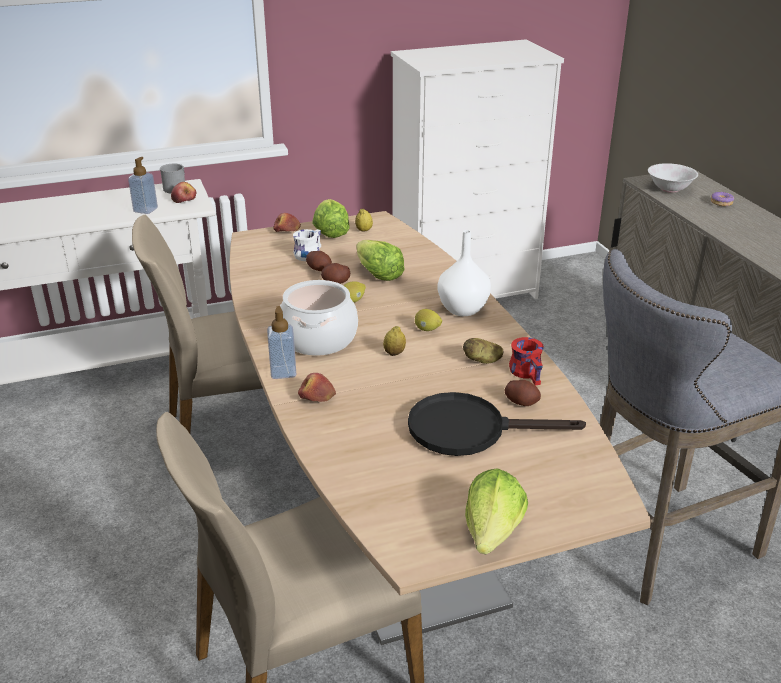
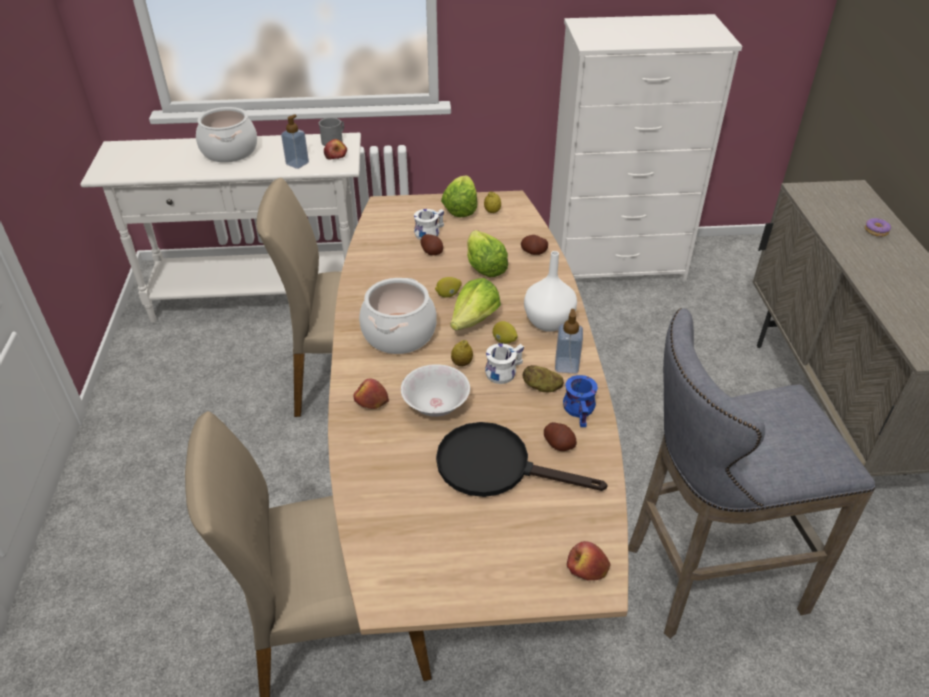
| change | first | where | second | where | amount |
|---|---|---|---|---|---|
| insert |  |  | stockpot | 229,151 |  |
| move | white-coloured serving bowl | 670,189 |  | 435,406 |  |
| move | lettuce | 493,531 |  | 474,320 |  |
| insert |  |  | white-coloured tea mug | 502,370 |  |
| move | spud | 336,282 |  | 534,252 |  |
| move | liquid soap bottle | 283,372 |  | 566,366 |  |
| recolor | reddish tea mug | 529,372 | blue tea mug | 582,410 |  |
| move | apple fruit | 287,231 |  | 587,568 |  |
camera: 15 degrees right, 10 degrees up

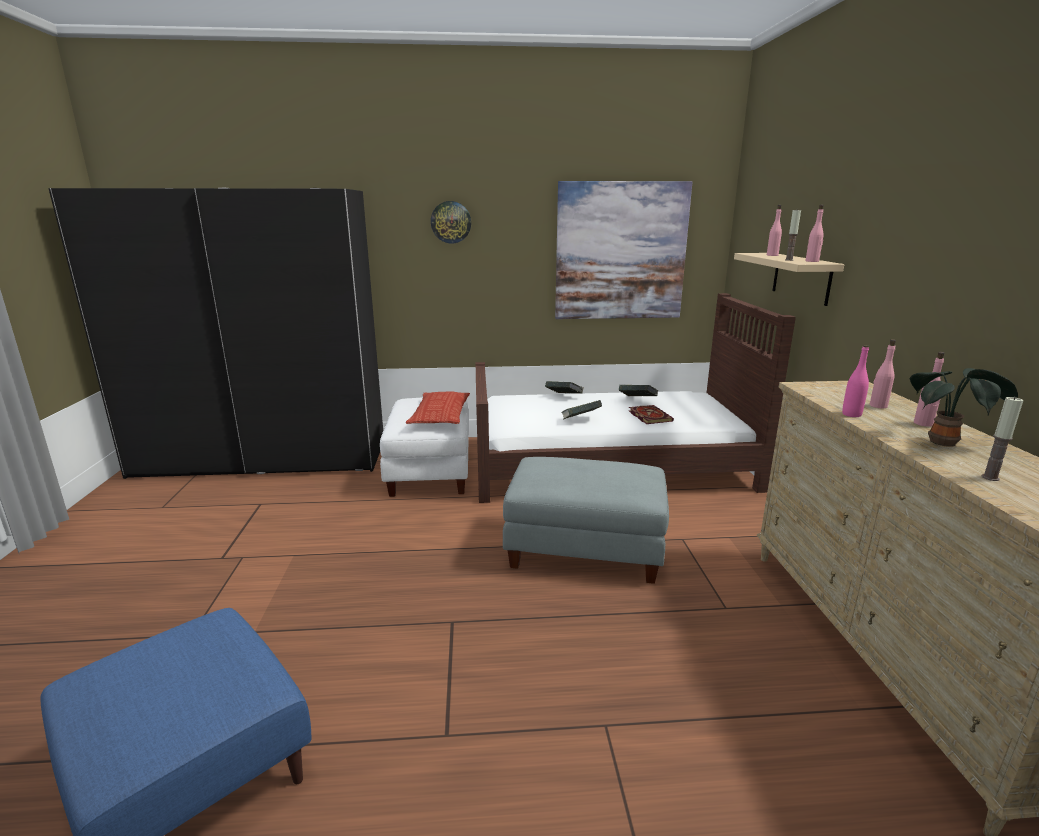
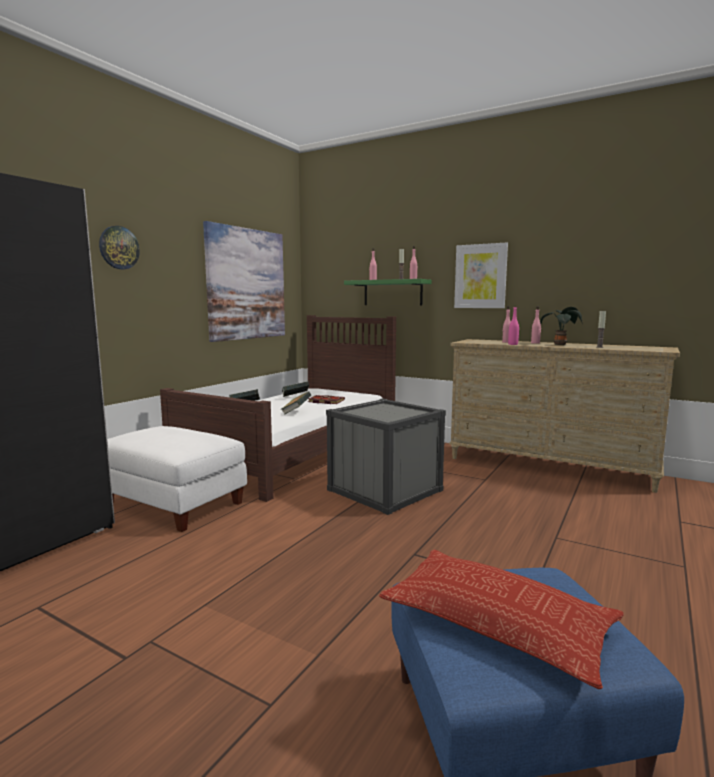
| change | first | where | second | where | amount |
|---|---|---|---|---|---|
| replace | grey pouffe | 585,549 | grey storage bin | 385,490 |  |
| recolor | beige-coloured wall shelf | 801,278 | greenish wall shelf | 392,293 |  |
| move | cushion | 440,415 |  | 497,621 |  |
| insert |  |  | wall art | 480,276 |  |
camera: 55 degrees left, 10 degrees down

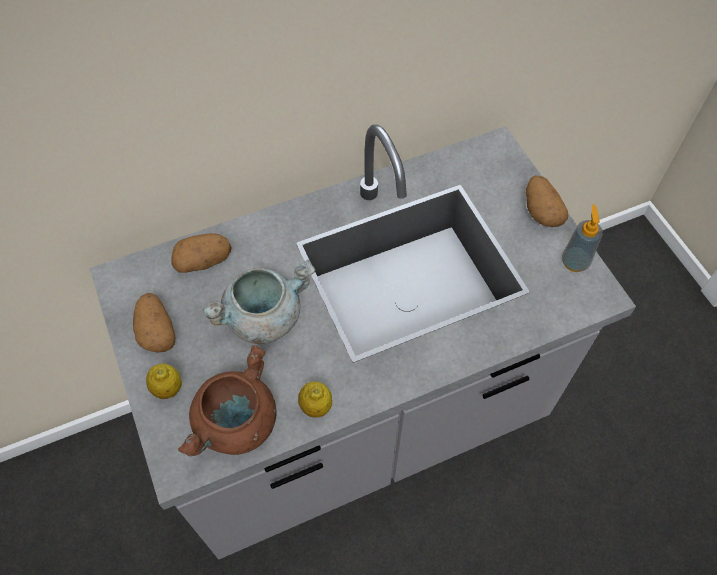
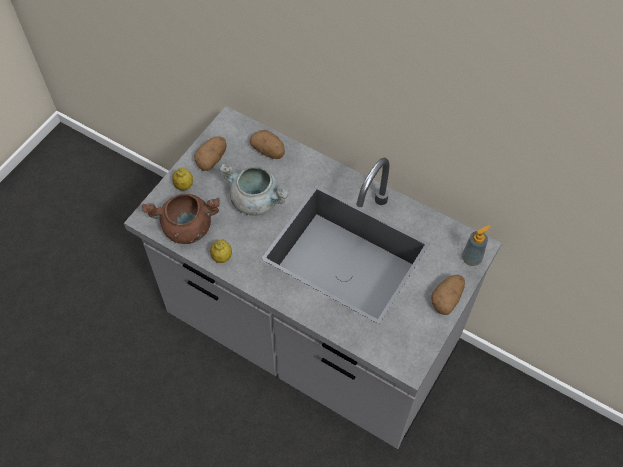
| change | first | where | second | where | amount |
|---|---|---|---|---|---|
| move | liquid soap bottle | 575,262 |  | 471,258 |  |
camera: 55 degrees right, 0 degrees up

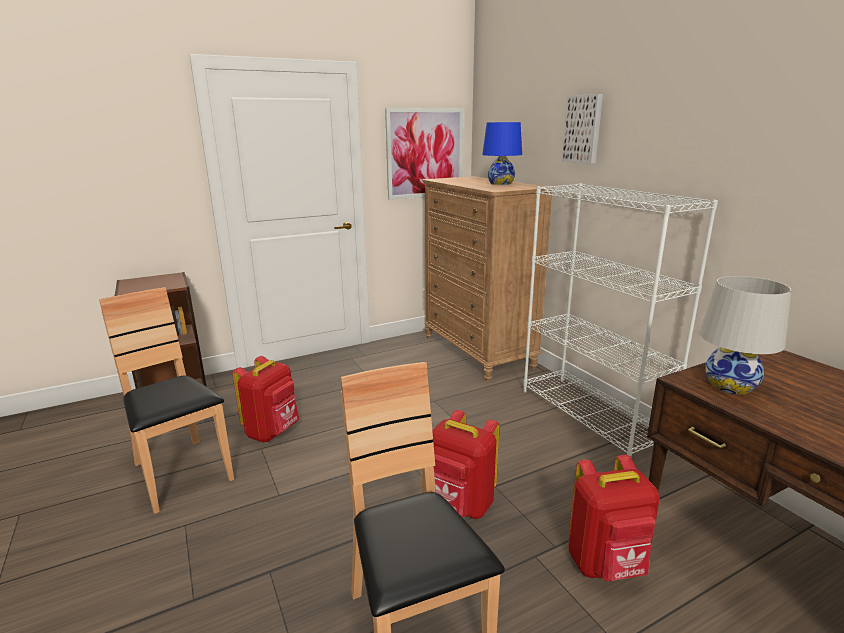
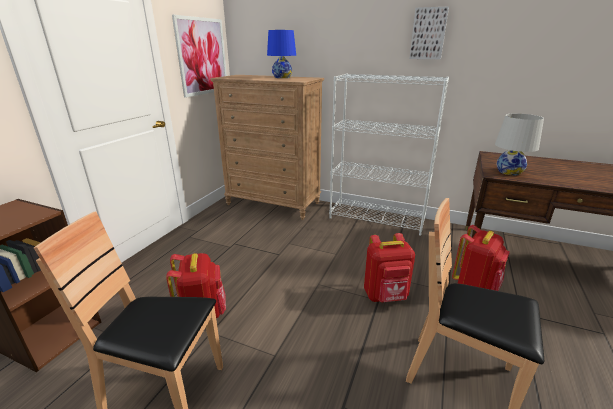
| change | first | where | second | where | amount |
|---|---|---|---|---|---|
| move | wall art | 583,129 |  | 428,34 |  |
camera: 40 degrees left, 5 degrees up

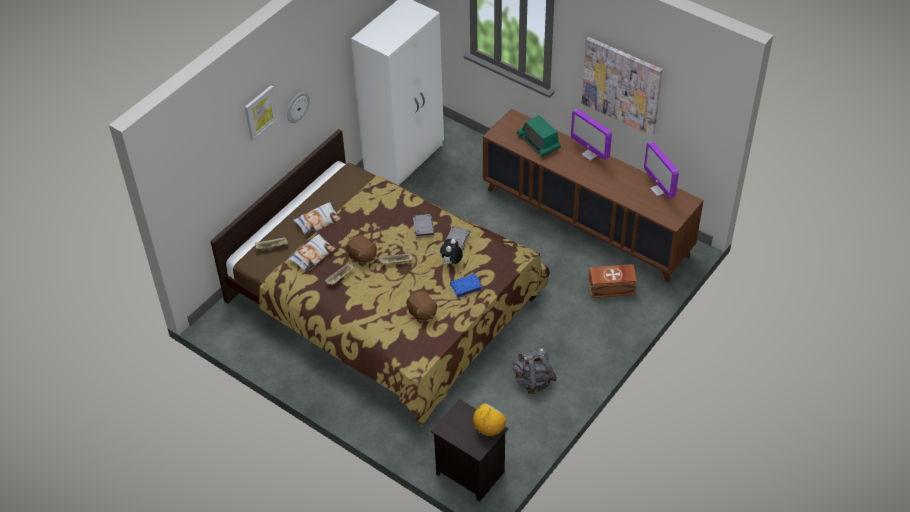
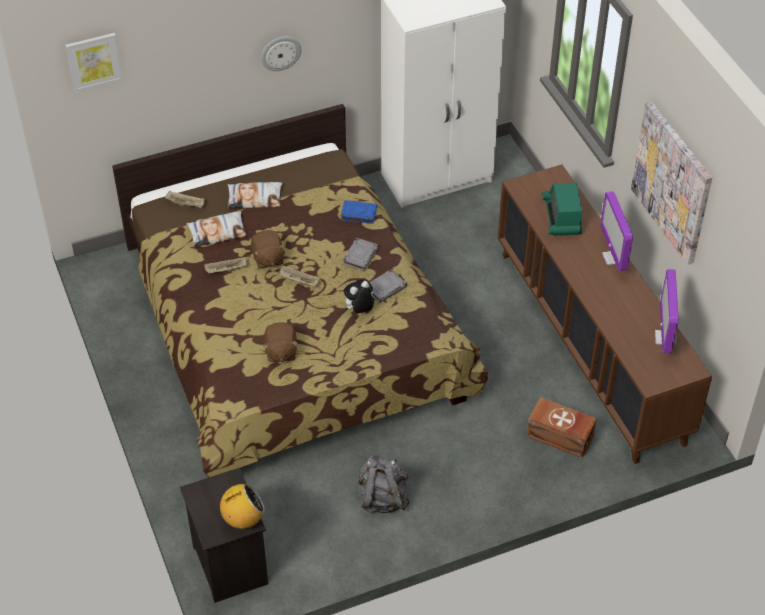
| change | first | where | second | where | amount |
|---|---|---|---|---|---|
| move | wall art | 260,112 |  | 94,61 |  |
| move | blue volume | 466,287 |  | 358,214 |  |
camera: 30 degrees right, 0 degrees up

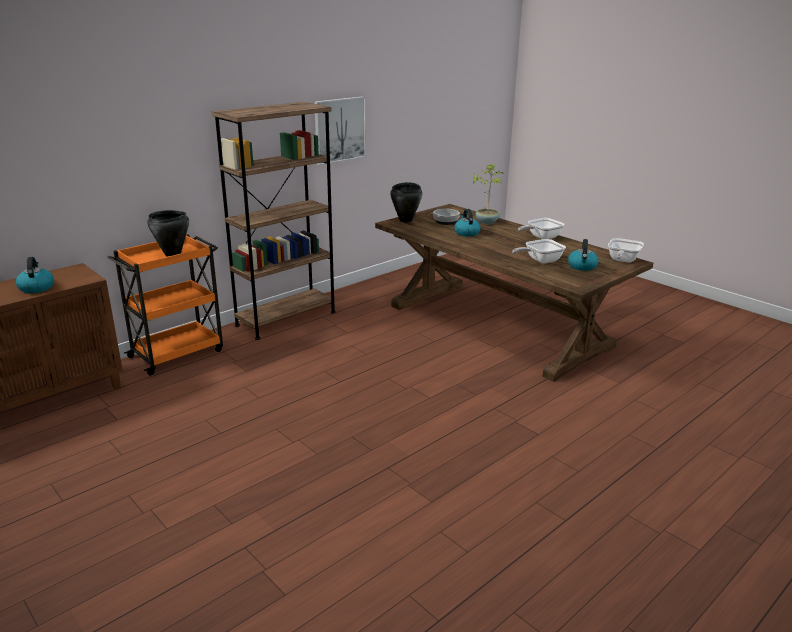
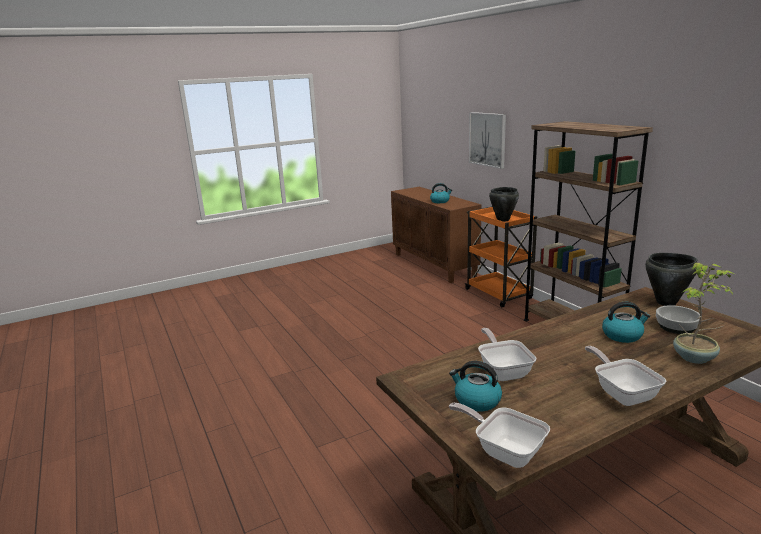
| change | first | where | second | where | amount |
|---|---|---|---|---|---|
| move | wall art | 340,130 |  | 487,139 |  |
camera: 105 degrees right, 5 degrees down

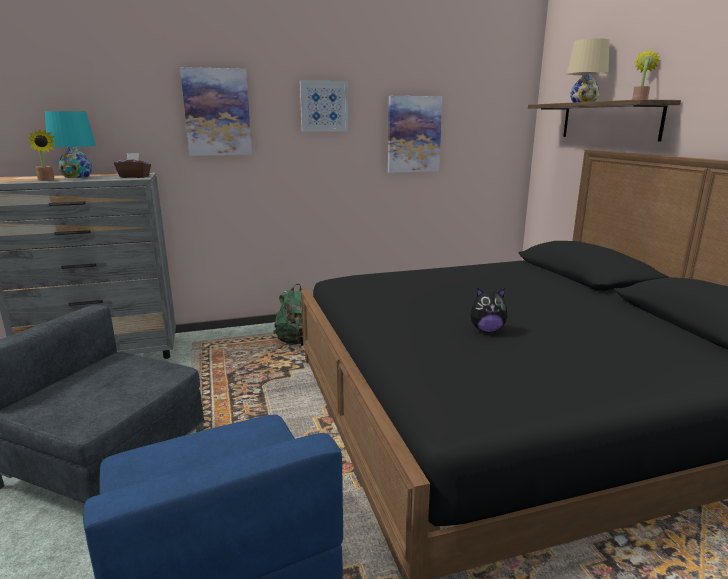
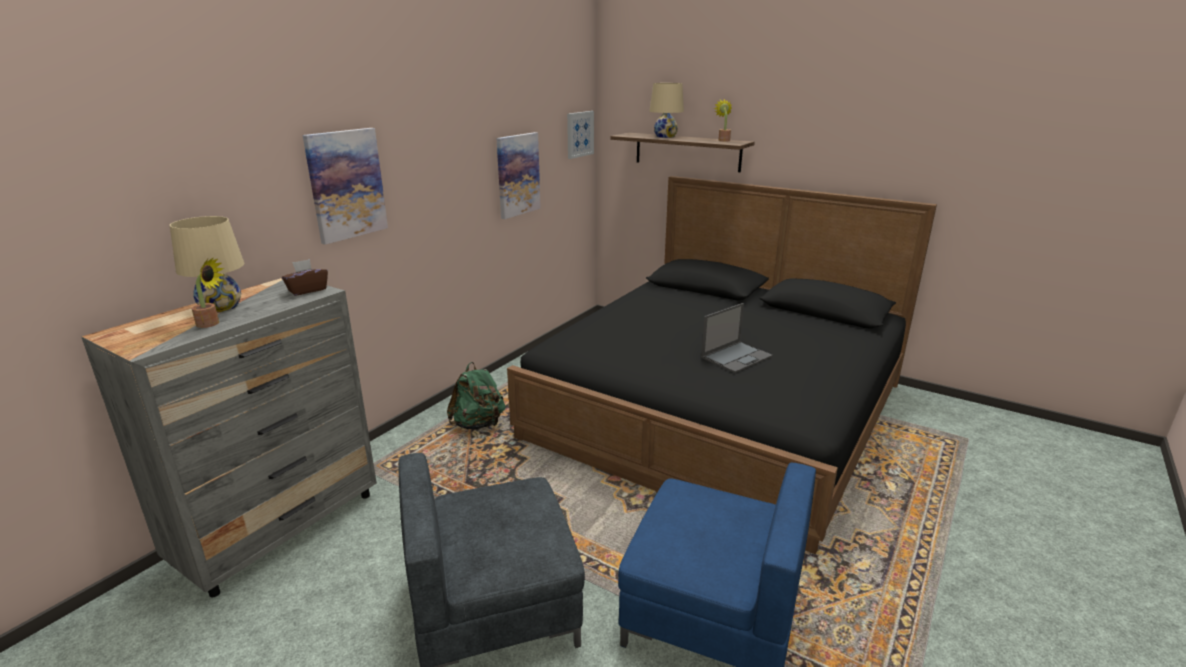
| change | first | where | second | where | amount |
|---|---|---|---|---|---|
| recolor | turquoise tabletop lamp | 77,176 | beige-coloured tabletop lamp | 220,307 |  |
| move | wall art | 324,106 |  | 579,134 |  |
| replace | soft toy | 487,330 | notebook computer | 737,357 |  |
camera: 40 degrees left, 5 degrees up

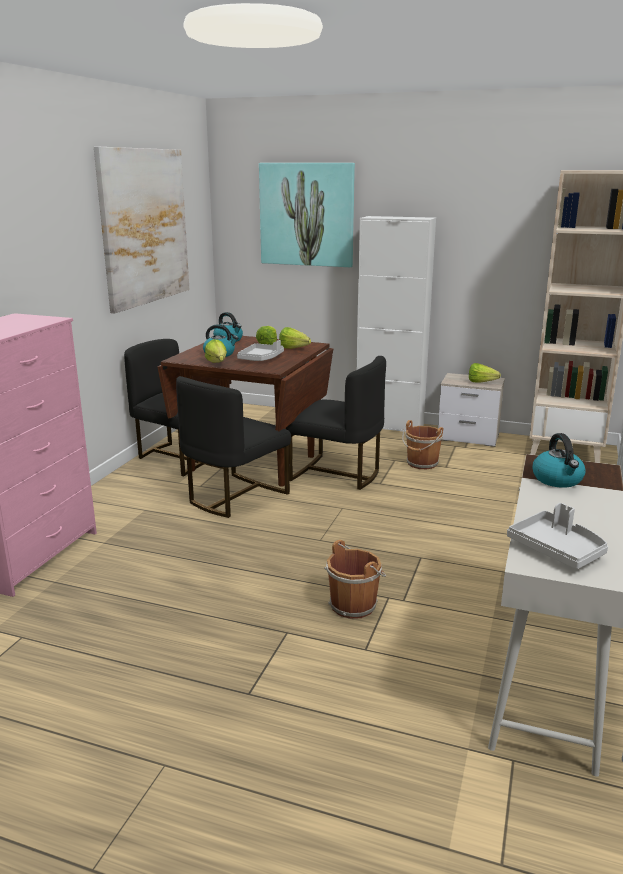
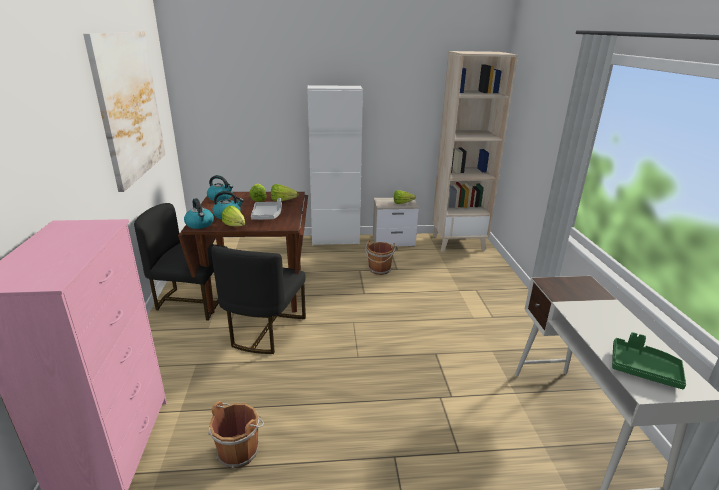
| change | first | where | second | where | amount |
|---|---|---|---|---|---|
| move | kettle | 558,480 |  | 200,224 |  |
| move | brown water bucket | 354,604 |  | 239,450 |  |
| recolor | grey tray | 557,549 | greenish tray | 643,369 |  |
| delete | wall art | 307,214 |  |  |  |
| delete | blackish chair | 336,474 |  |  |  |
camera: 25 degrees left, 5 degrees up

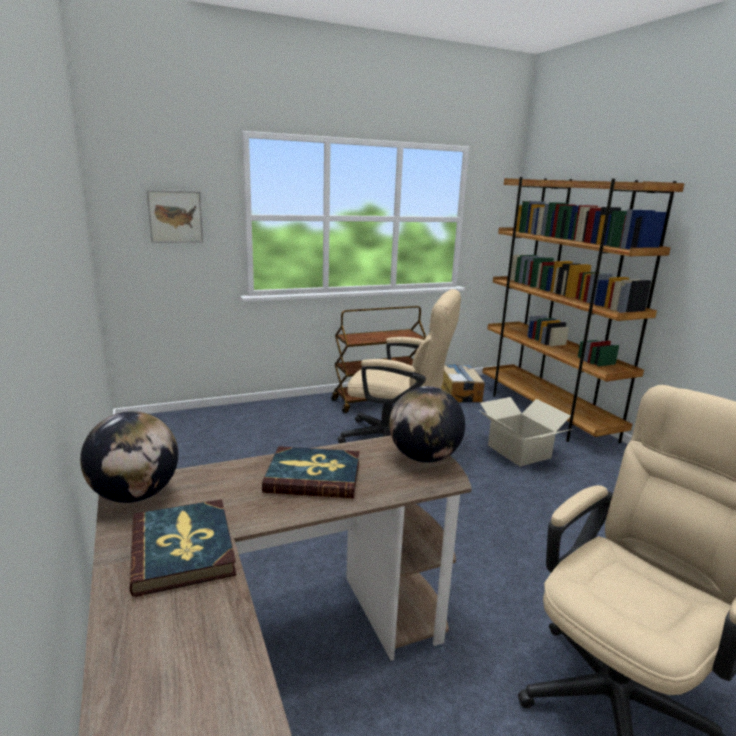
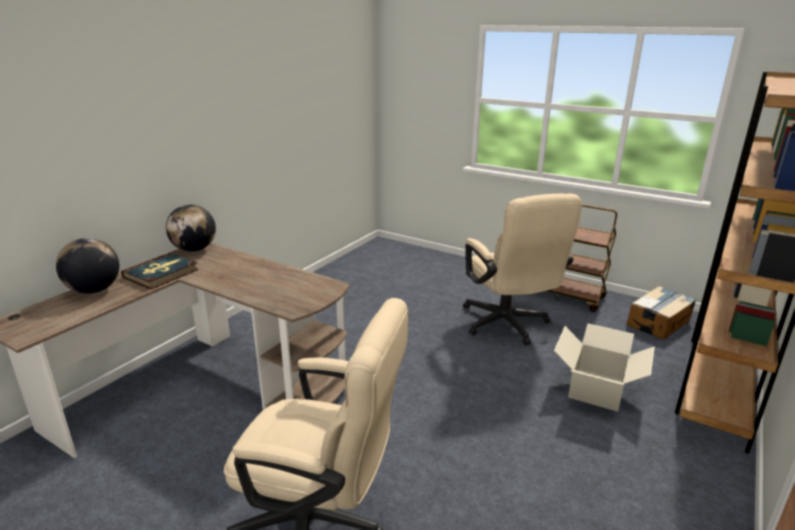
| change | first | where | second | where | amount |
|---|---|---|---|---|---|
| move | desk globe | 424,458 |  | 94,290 |  |
| delete | wall art | 175,216 |  |  |  |
| delete | volume | 313,476 |  |  |  |
camera: 55 degrees right, 5 degrees up

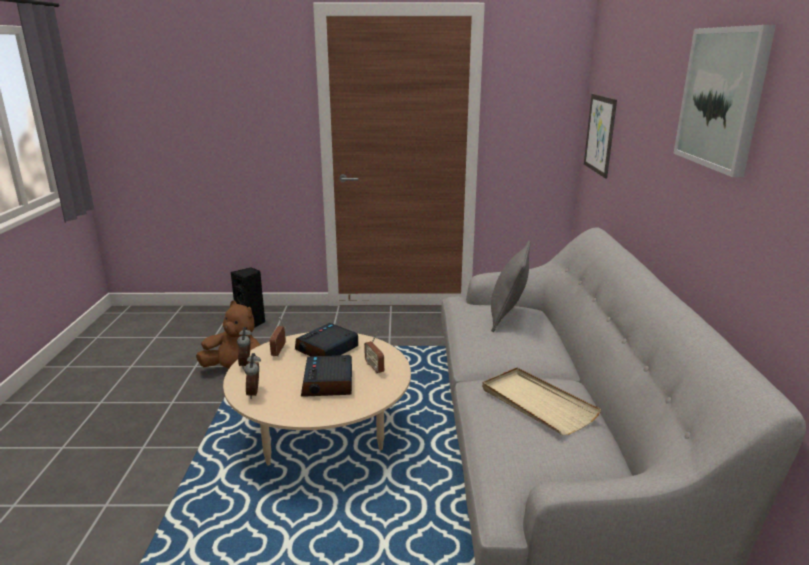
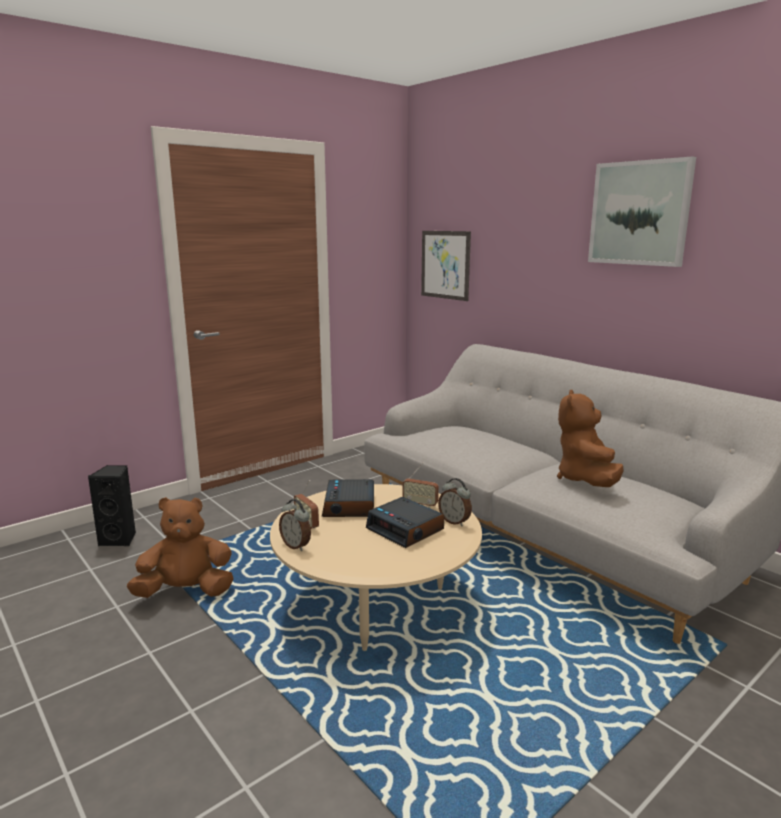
| change | first | where | second | where | amount |
|---|---|---|---|---|---|
| move | table clock | 255,393 |  | 455,521 |  |
| replace | beige-coloured tray | 536,403 | brown soft toy | 586,480 |  |
| delete | grey cushion | 507,317 |  |  |  |
camera: 40 degrees left, 5 degrees down

